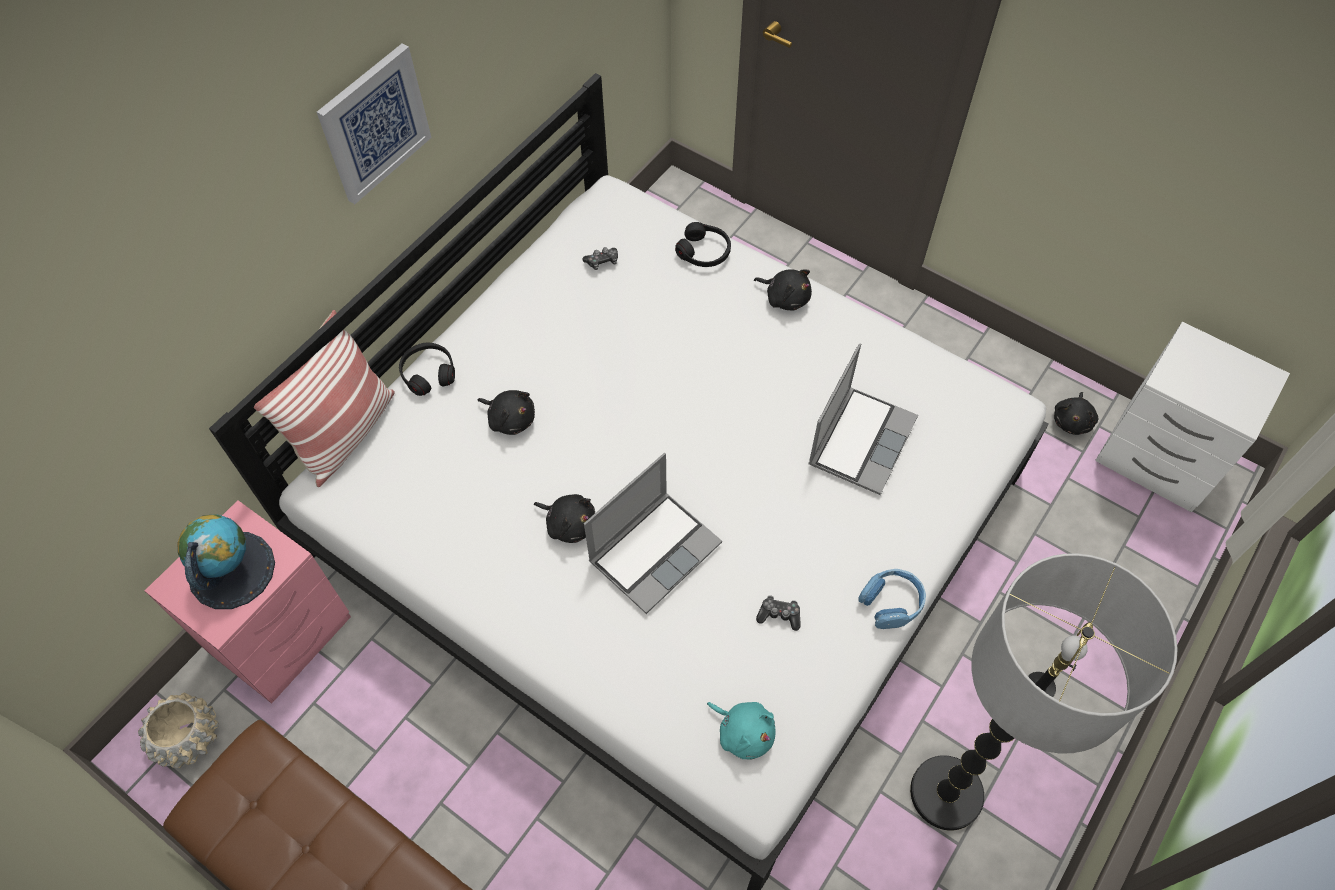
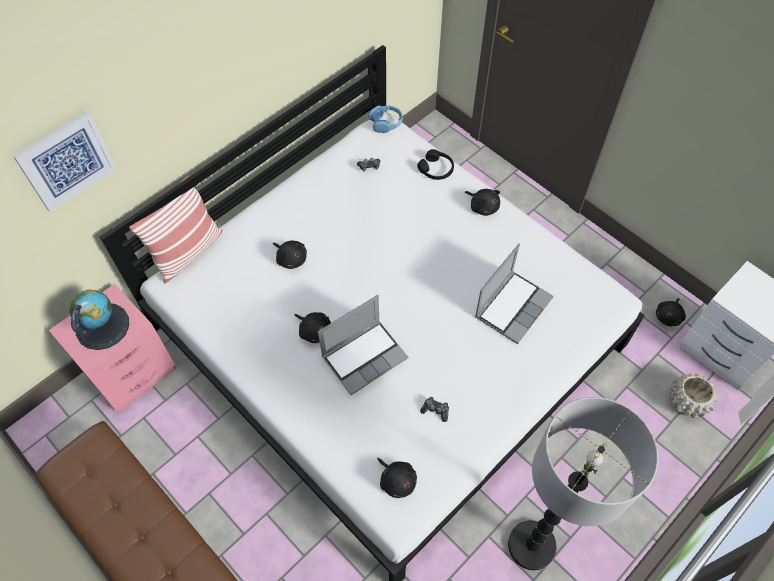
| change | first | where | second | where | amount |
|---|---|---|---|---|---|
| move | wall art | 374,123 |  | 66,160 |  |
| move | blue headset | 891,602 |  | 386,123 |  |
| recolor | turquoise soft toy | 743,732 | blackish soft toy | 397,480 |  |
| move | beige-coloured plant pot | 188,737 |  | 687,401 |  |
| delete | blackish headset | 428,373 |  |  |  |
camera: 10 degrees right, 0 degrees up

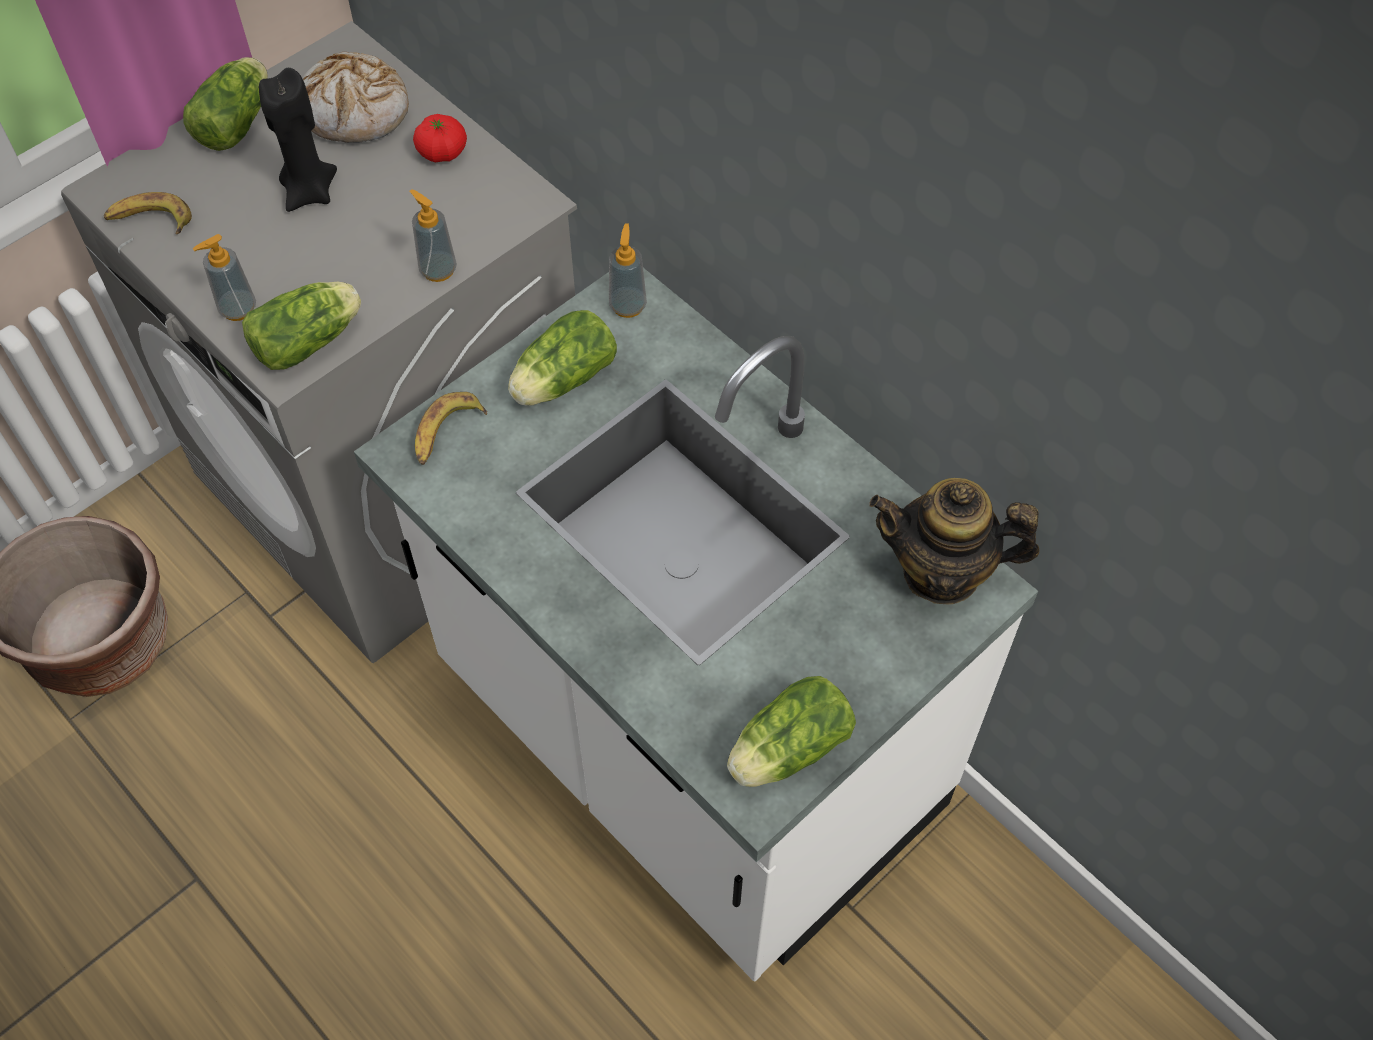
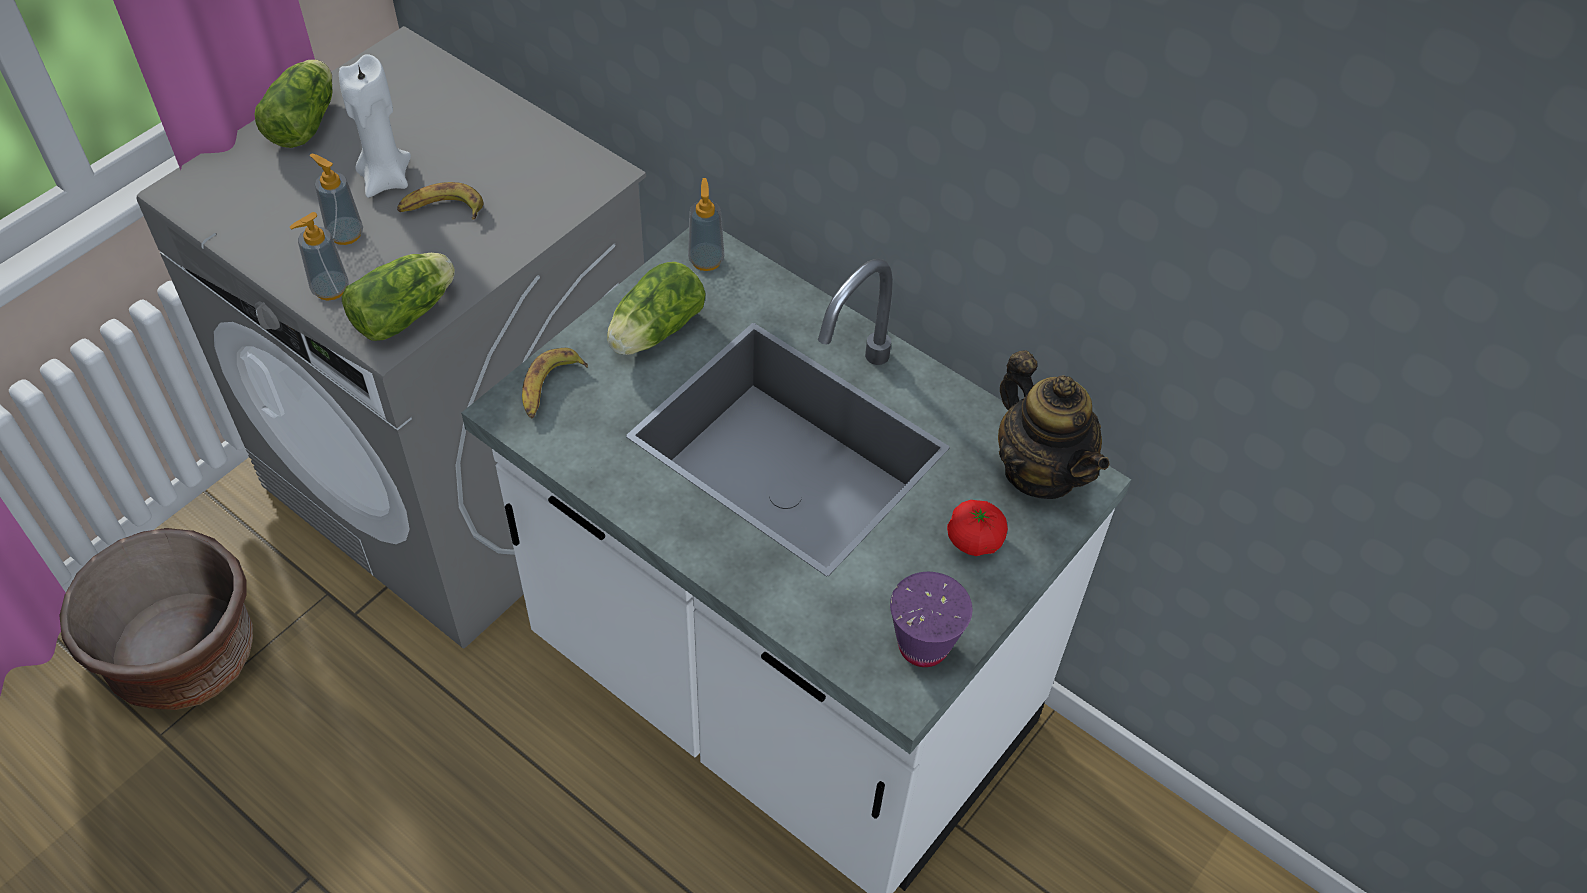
| change | first | where | second | where | amount |
|---|---|---|---|---|---|
| move | liquid soap bottle | 438,270 |  | 345,234 |  |
| recolor | blackish wax candle | 309,192 | white-coloured wax candle | 385,179 |  |
| move | whole banana | 150,220 |  | 441,210 |  |
| replace | lettuce | 785,751 | purplish drinking cup | 923,646 |  |
| move | whole tomato | 442,152 |  | 974,540 |  |
| rotate | tea pot | 942,572 |  | 1040,470 | 120 degrees counterclockwise |
| delete | bread | 356,111 |  |  |  |
camera: 10 degrees left, 5 degrees down

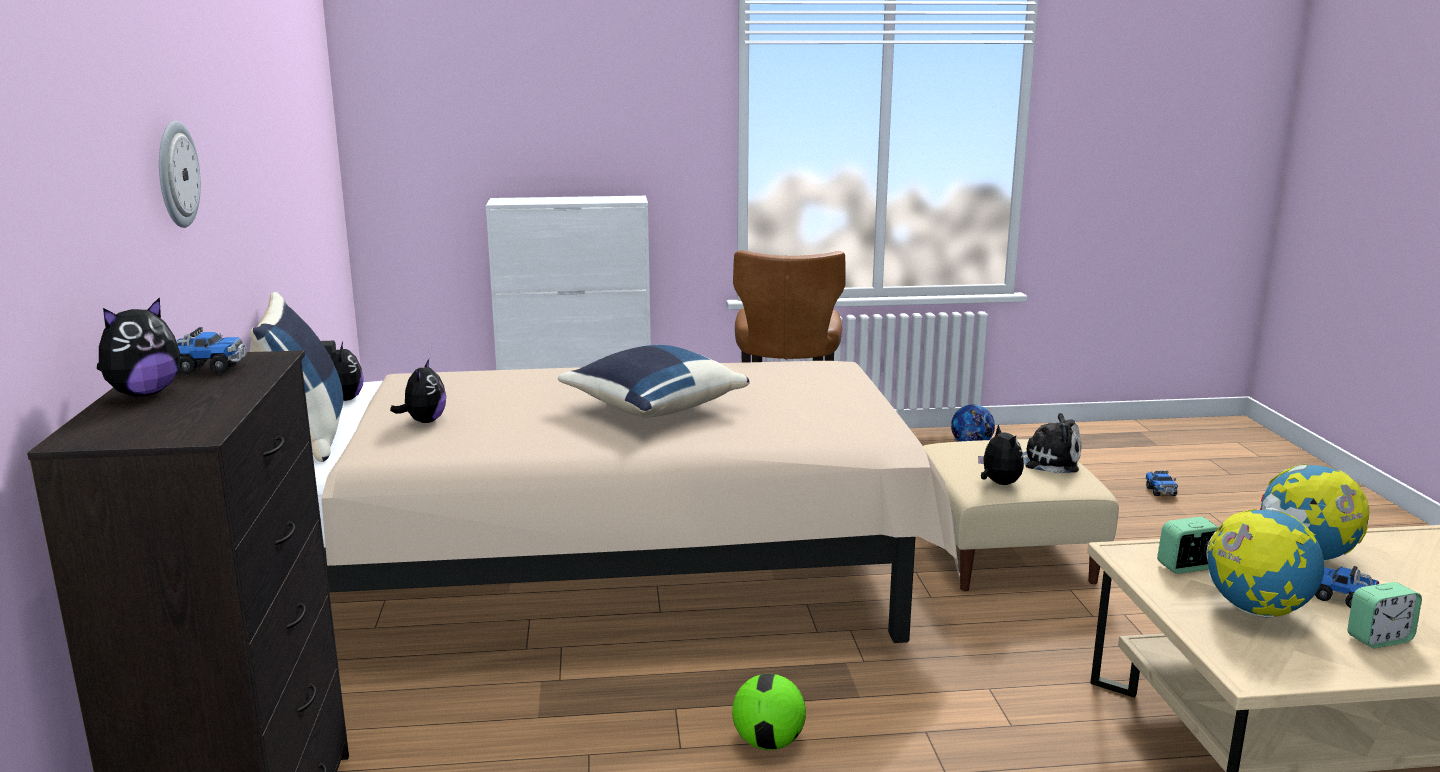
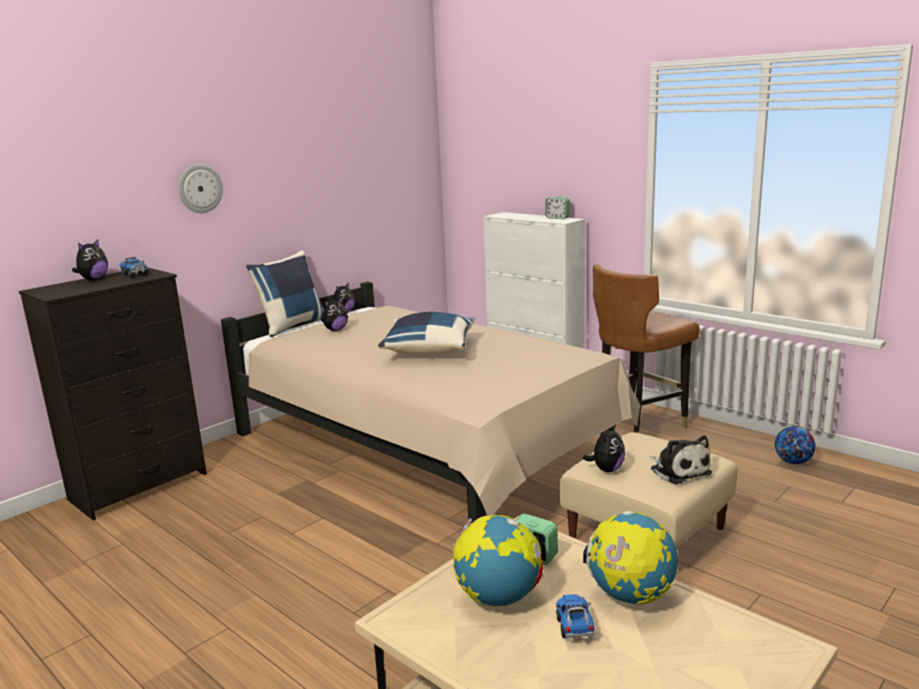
| change | first | where | second | where | amount |
|---|---|---|---|---|---|
| rotate | soft toy | 143,394 |  | 93,279 | 60 degrees counterclockwise |
| move | table clock | 1379,638 |  | 557,218 |  |
| delete | ball for football | 768,742 |  |  |  |
| delete | toy truck | 1160,491 |  |  |  |
camera: 50 degrees right, 0 degrees up

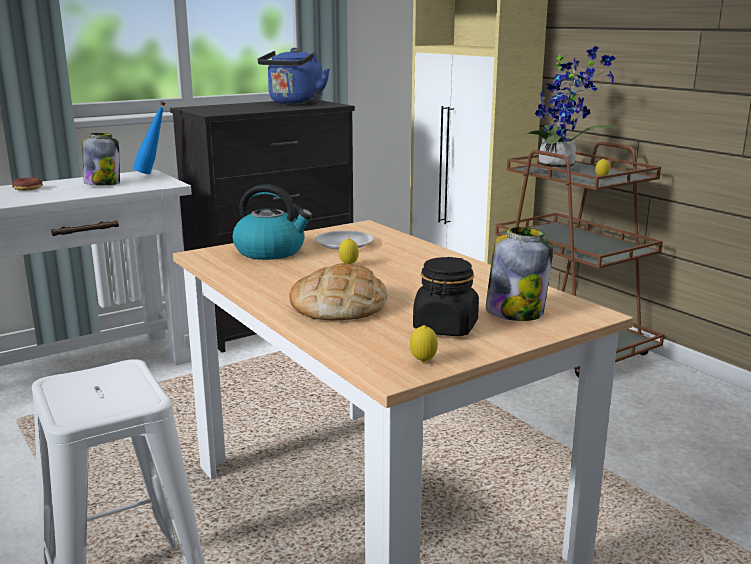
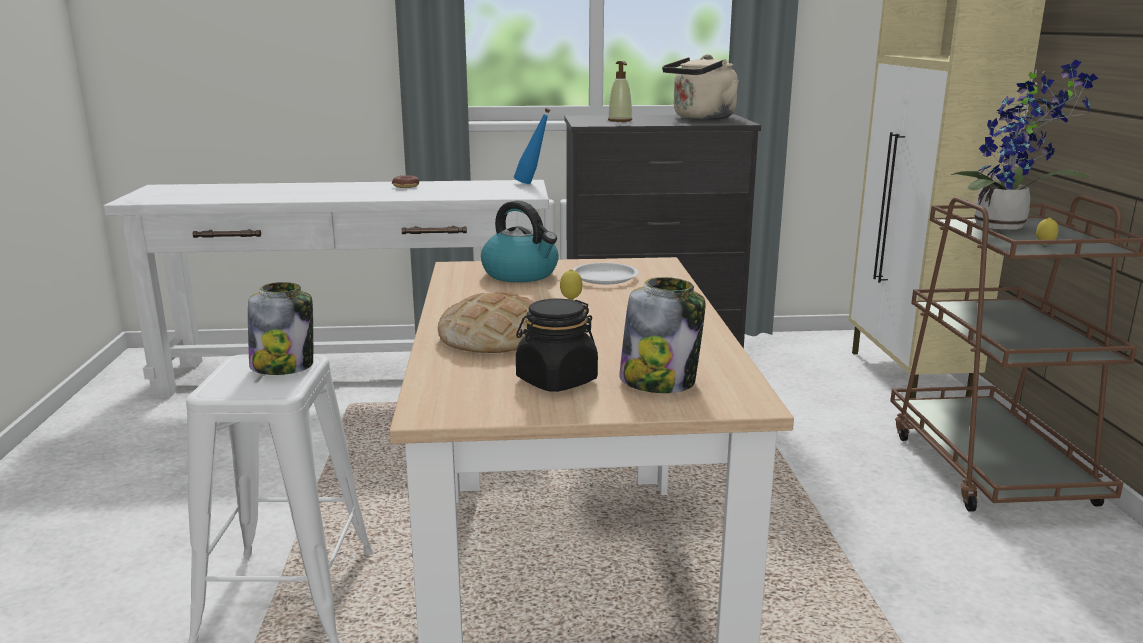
| change | first | where | second | where | amount |
|---|---|---|---|---|---|
| move | preserve jar | 103,183 |  | 284,366 |  |
| insert |  |  | liquid soap bottle | 620,120 |  |
| recolor | blue kettle | 294,103 | beige-coloured kettle | 701,118 |  |
| delete | whole lemon | 423,362 |  |  |  |
camera: 30 degrees right, 0 degrees up

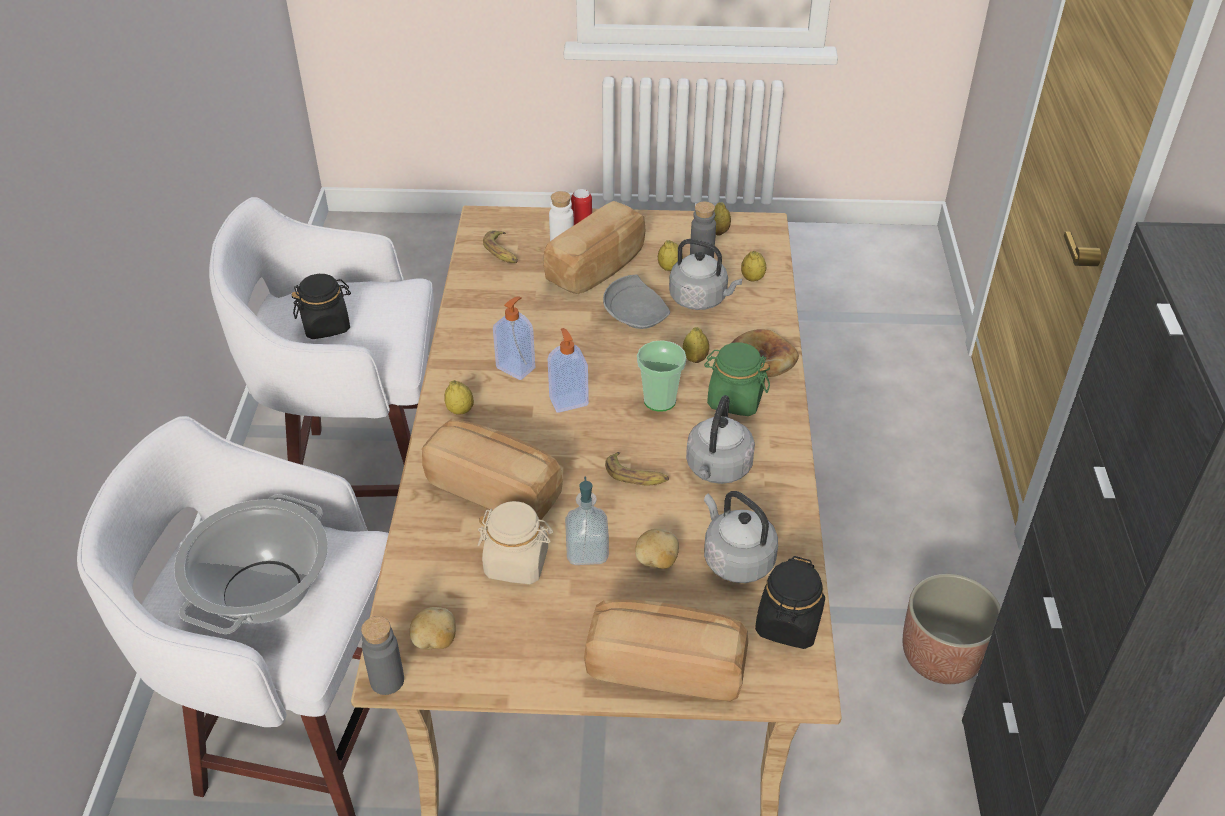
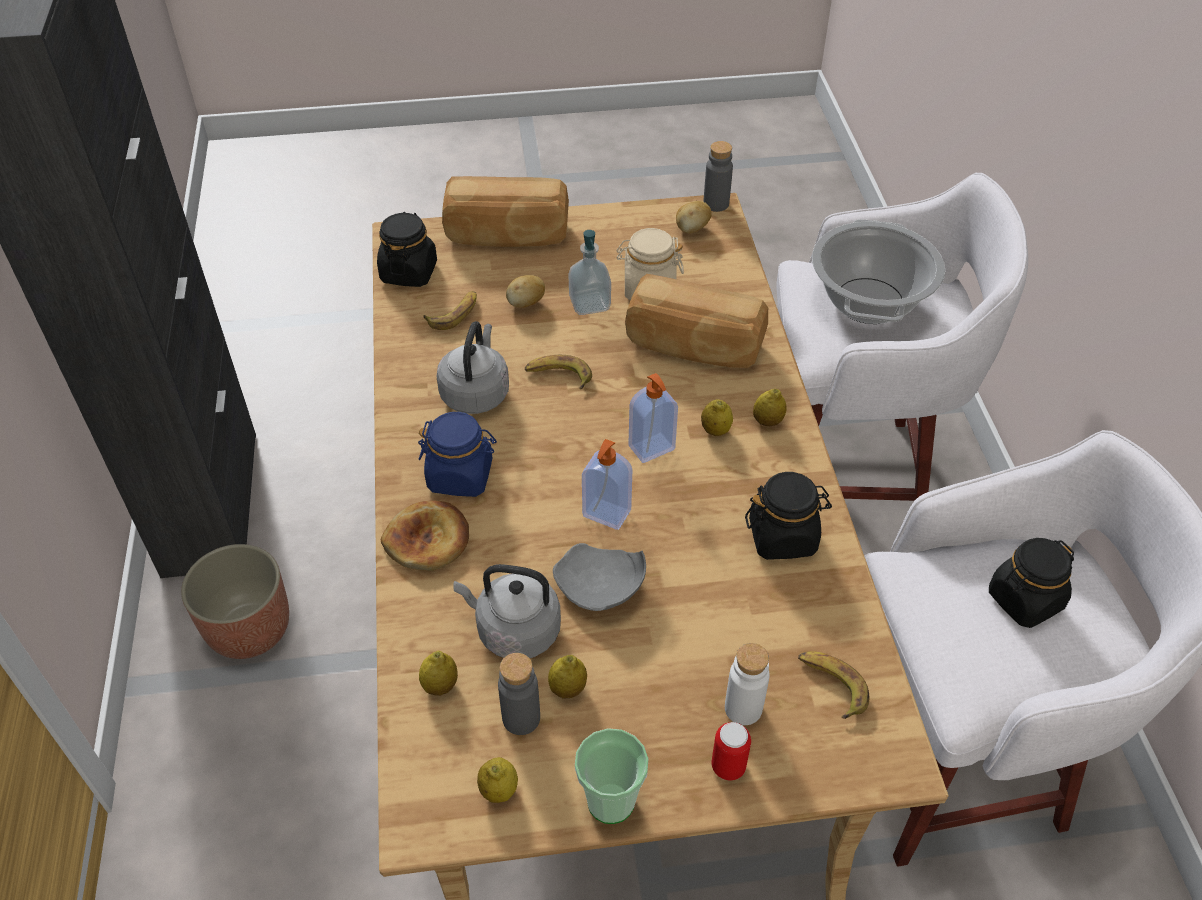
| change | first | where | second | where | amount |
|---|---|---|---|---|---|
| recolor | greenish preserve jar | 734,400 | blue preserve jar | 461,476 |  |
| replace | grey kettle | 735,559 | whole banana | 454,314 |  |
| move | drinking cup | 659,400 |  | 611,801 |  |
| move | liquid soap bottle | 516,367 |  | 606,514 |  |
| move | whole lemon | 695,359 |  | 715,430 |  |
| insert |  |  | blackish preserve jar | 783,537 |  |
| delete | bread | 598,268 |  |  |  |
camera: 170 degrees right, 5 degrees up

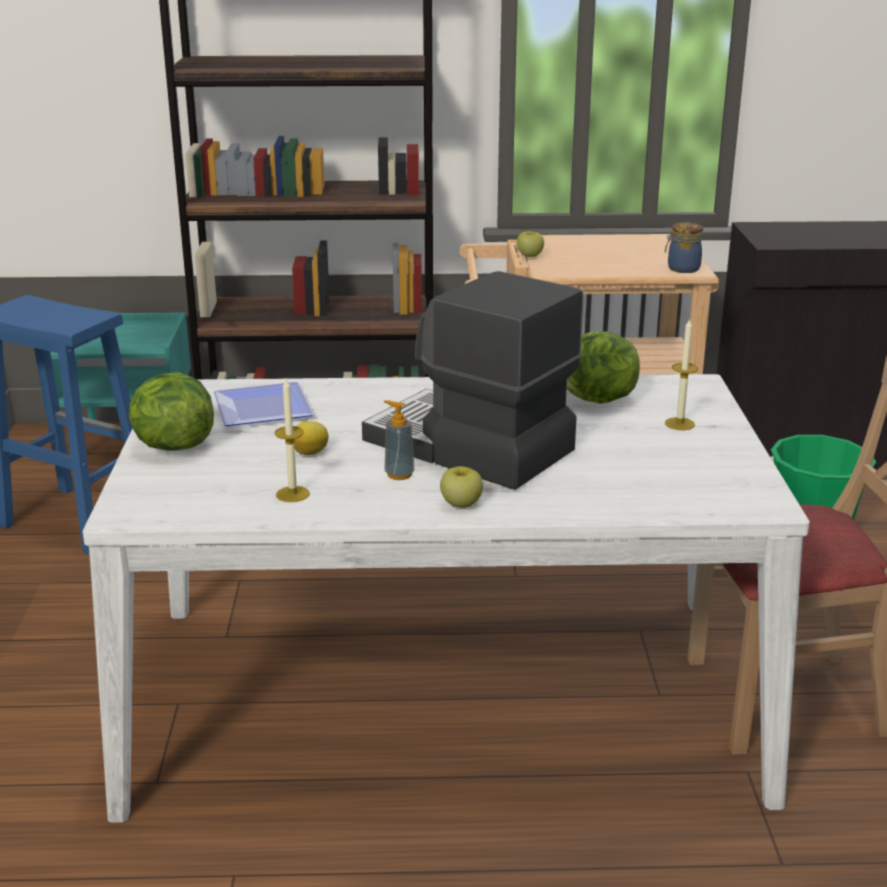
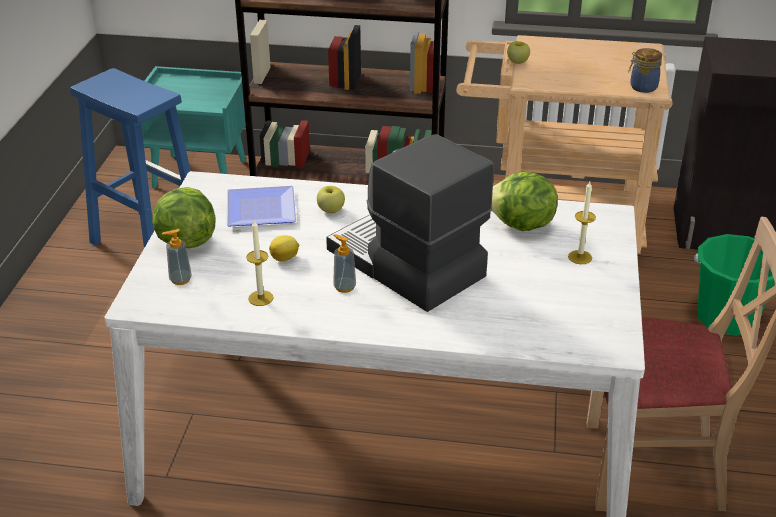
| change | first | where | second | where | amount |
|---|---|---|---|---|---|
| insert |  |  | liquid soap bottle | 180,279 |  |
| move | apple fruit | 461,504 |  | 331,210 |  |
camera: 10 degrees right, 10 degrees up

